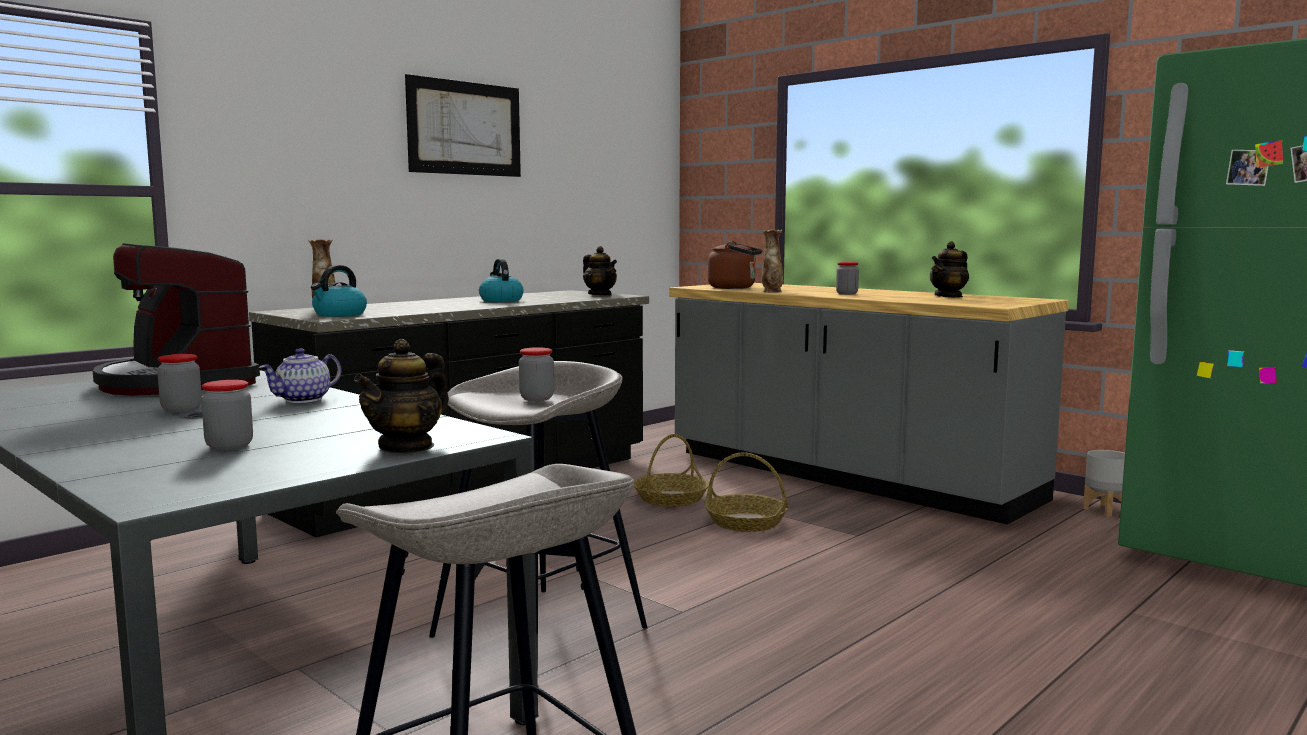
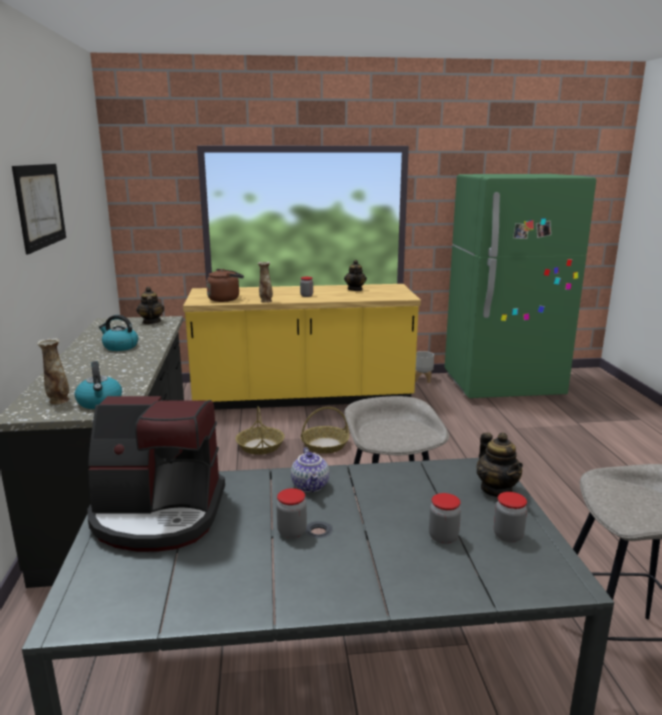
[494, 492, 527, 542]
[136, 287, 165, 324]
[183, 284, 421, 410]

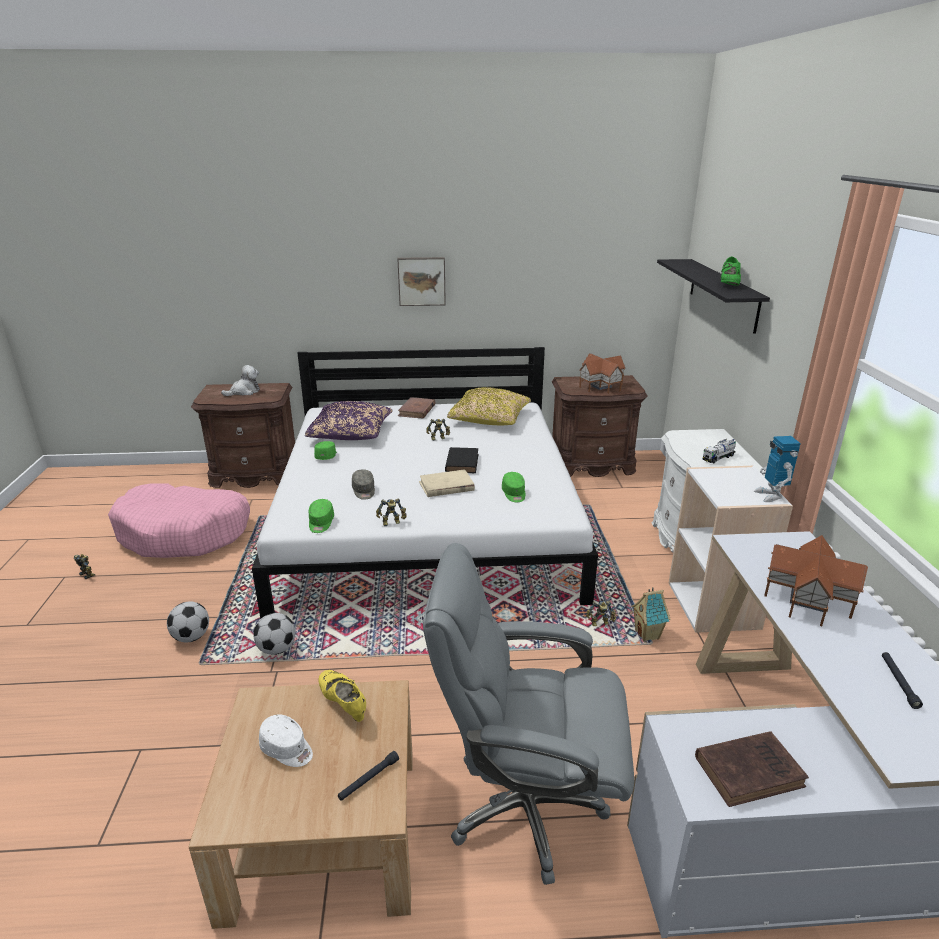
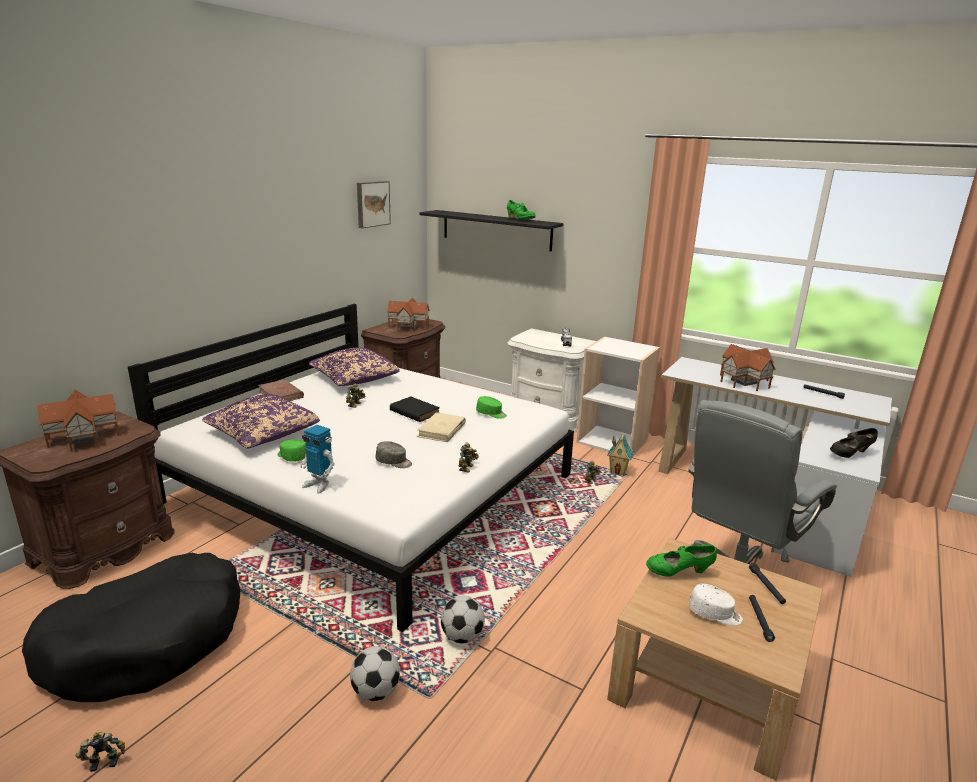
[22, 553, 240, 702]
[37, 389, 119, 452]
[689, 584, 743, 626]
[309, 499, 334, 533] (first image)
[646, 545, 717, 577]
[357, 181, 391, 228]
[309, 347, 400, 386]
[830, 428, 878, 458]
[300, 425, 335, 494]
[749, 595, 775, 642]

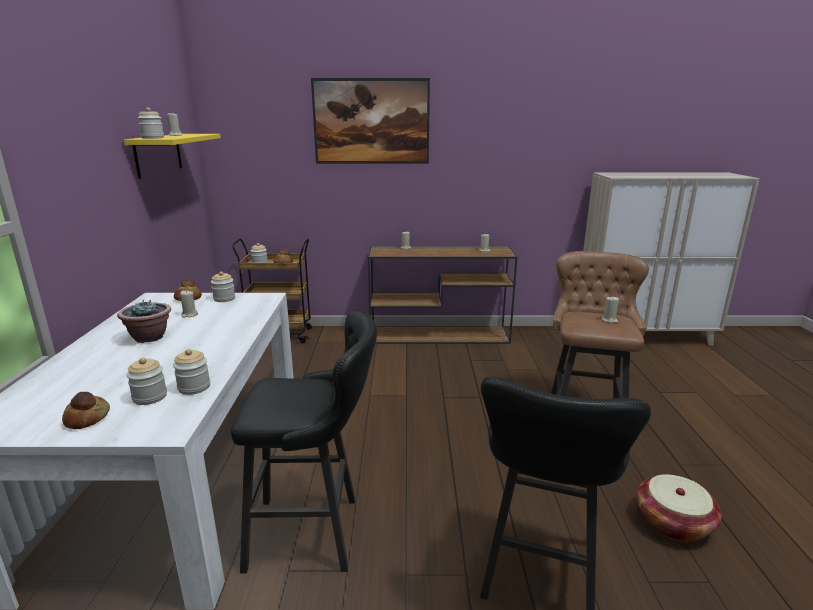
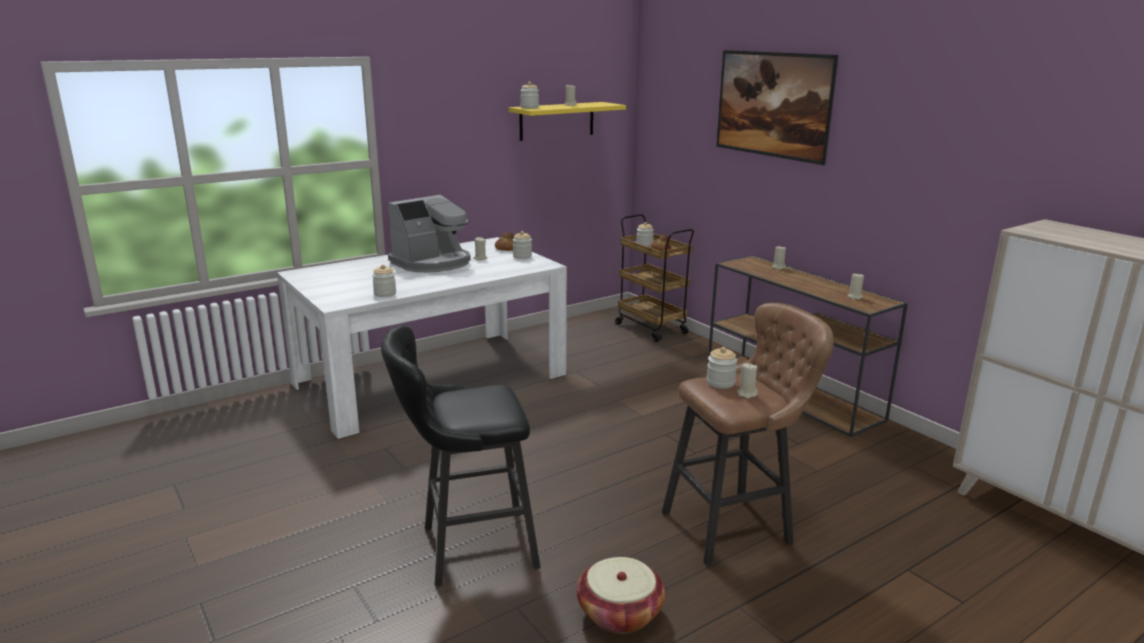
[62, 392, 110, 429] (first image)
[388, 195, 471, 273]
[707, 347, 737, 388]
[231, 310, 377, 574] (first image)

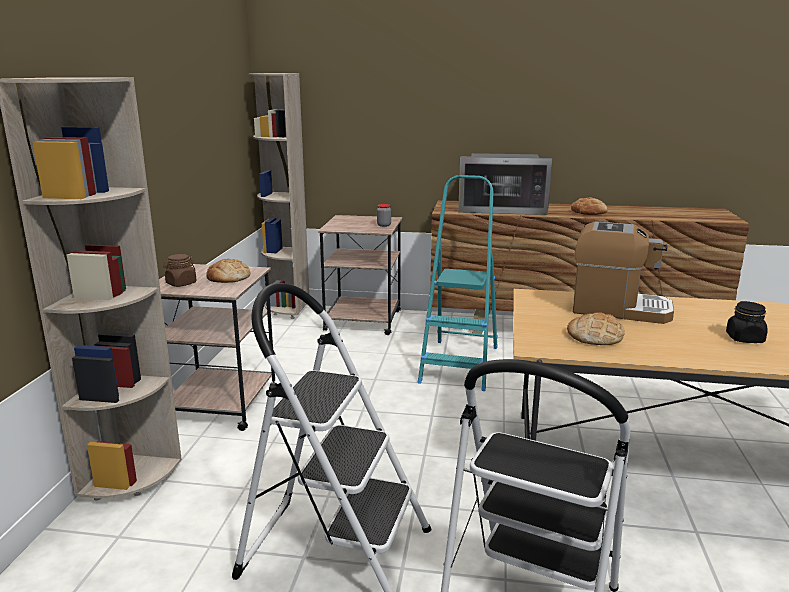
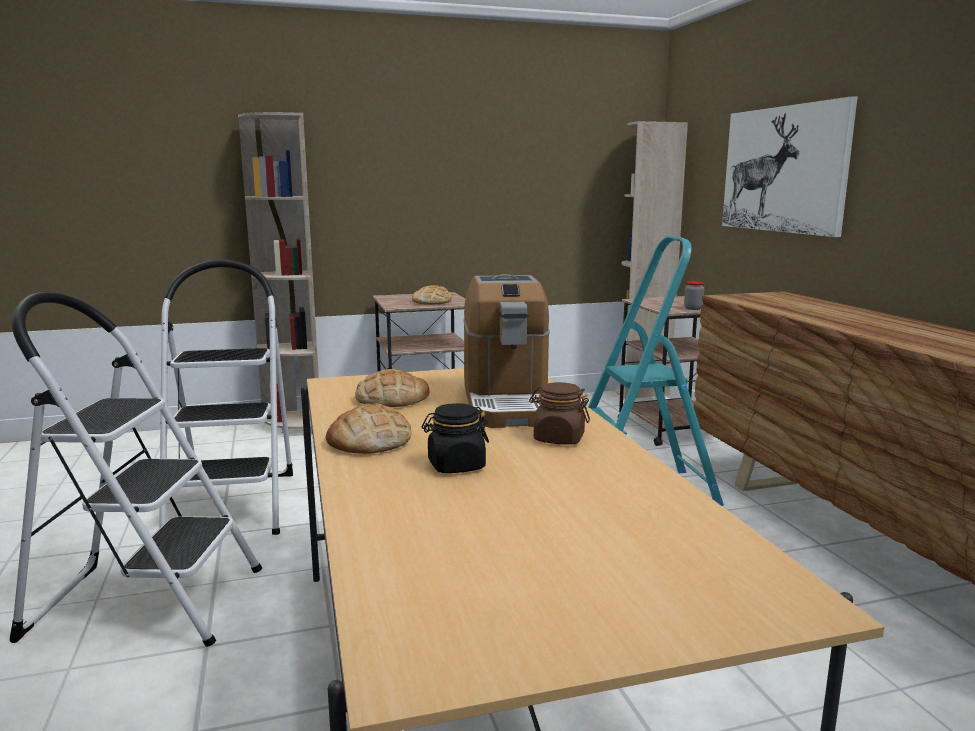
[529, 382, 590, 444]
[458, 153, 552, 215] (first image)
[325, 403, 412, 454]
[722, 96, 858, 237]

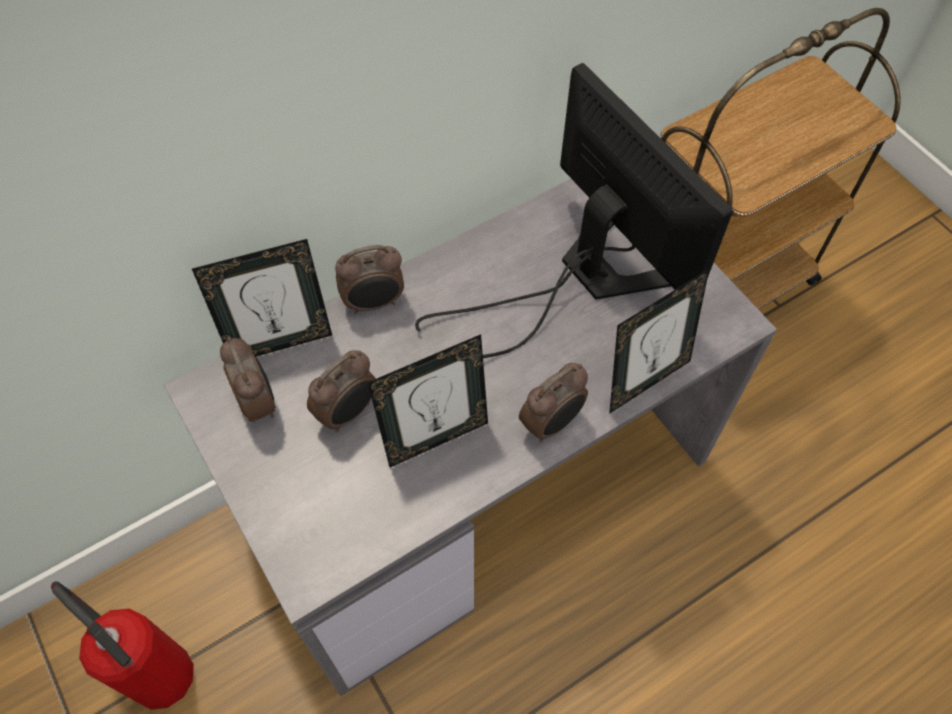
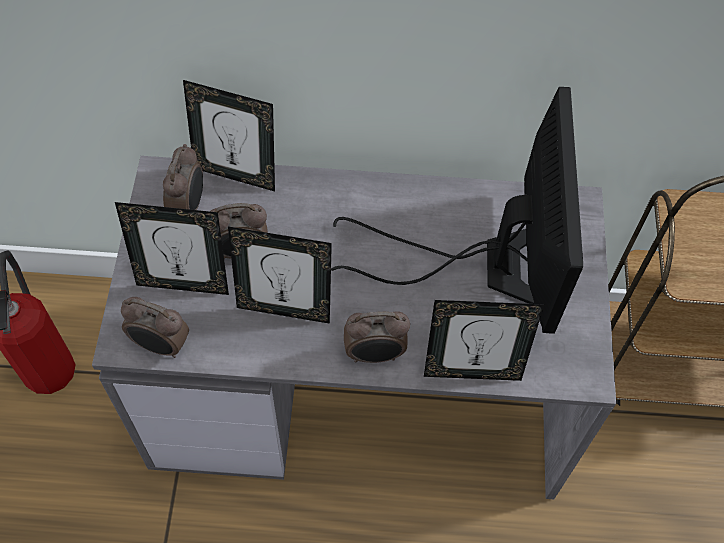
[121, 297, 189, 358]
[115, 202, 229, 295]

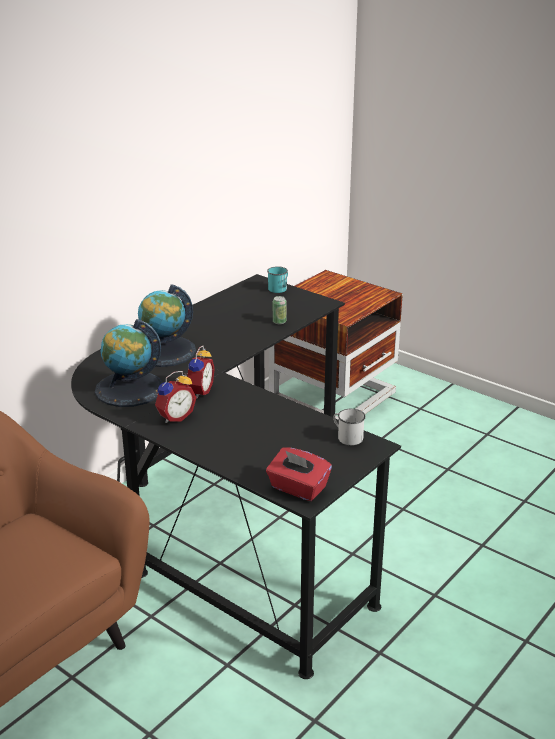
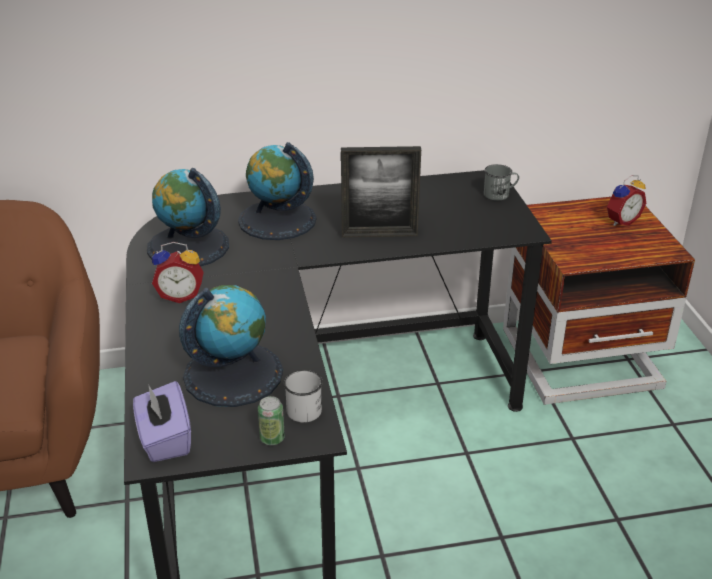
[607, 175, 646, 226]
[133, 381, 191, 462]
[484, 164, 519, 201]
[258, 396, 285, 445]
[179, 285, 283, 407]
[341, 146, 421, 238]

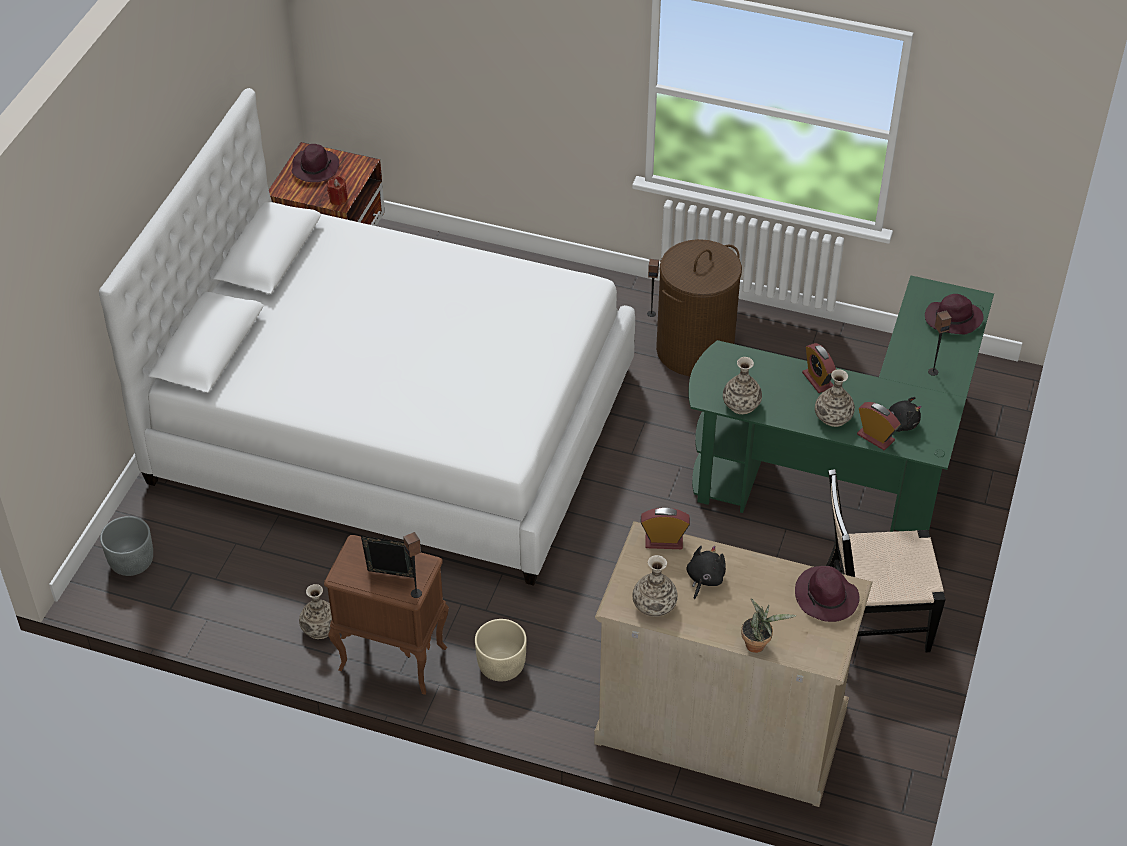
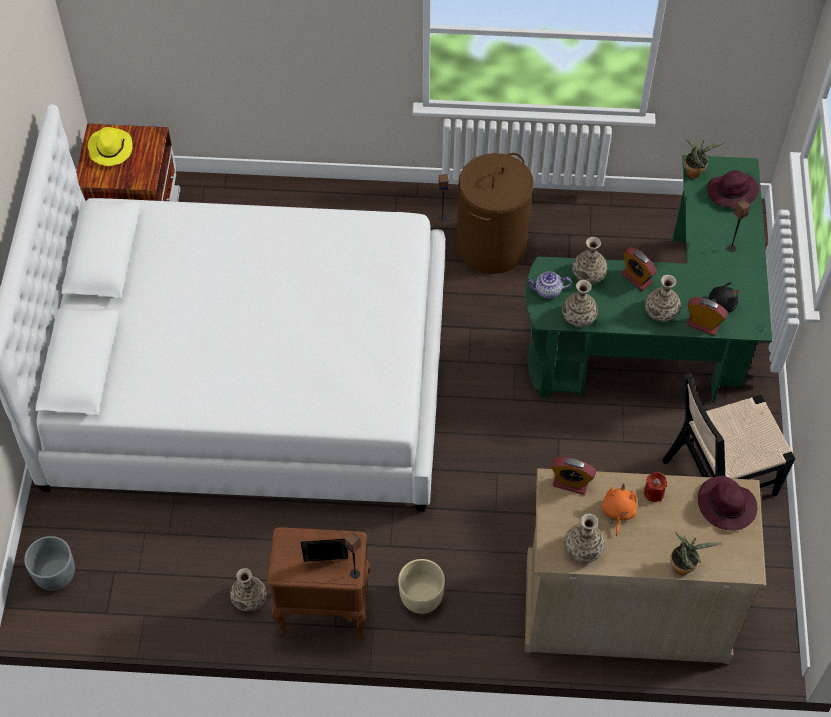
[88, 127, 132, 166]
[644, 472, 667, 502]
[551, 457, 596, 495]
[602, 484, 637, 536]
[527, 271, 572, 299]
[572, 237, 607, 285]
[684, 140, 726, 178]

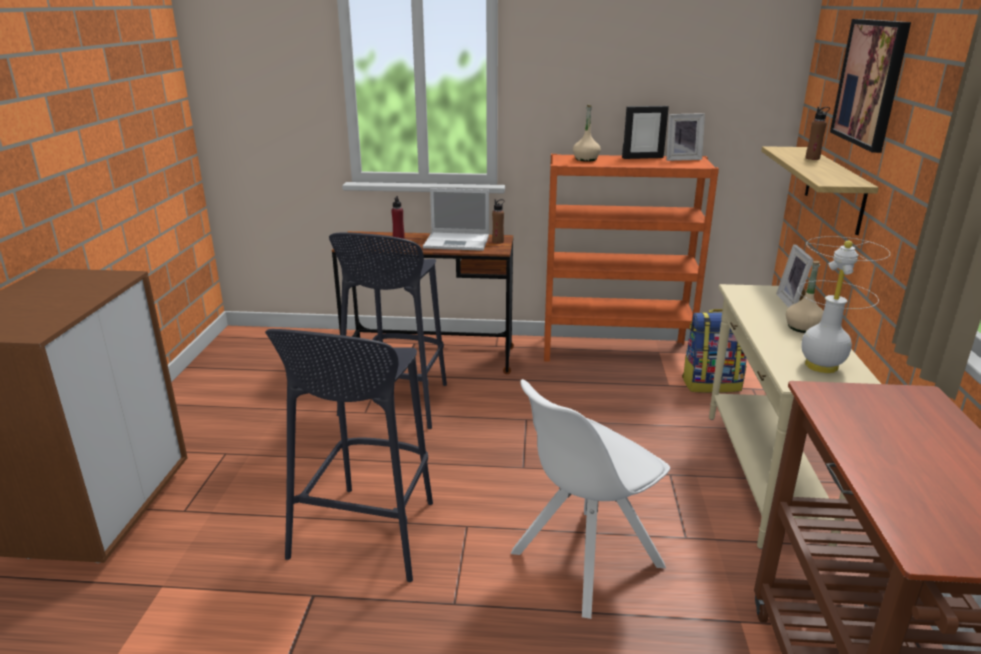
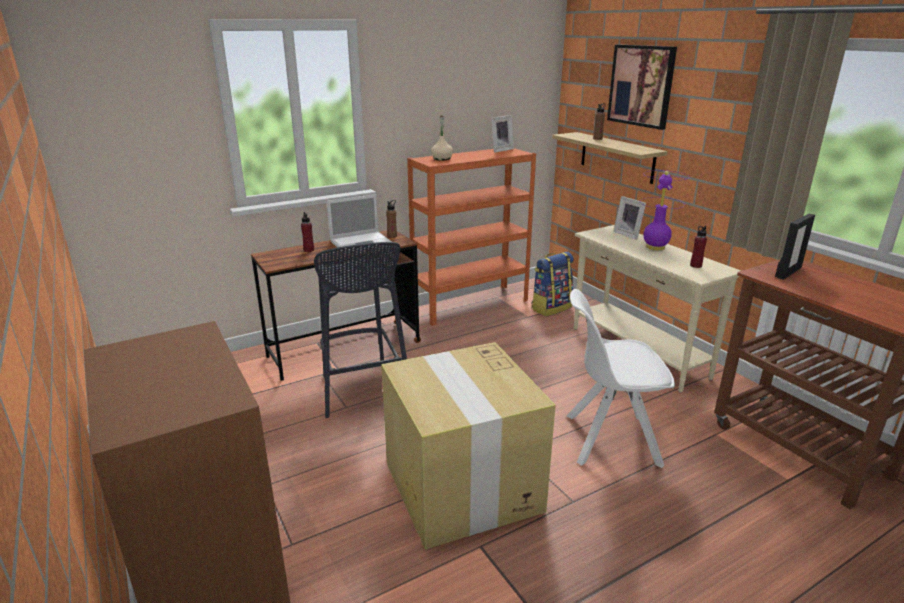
[381, 342, 556, 549]
[567, 289, 675, 468]
[775, 214, 815, 280]
[640, 170, 689, 251]
[690, 226, 707, 268]

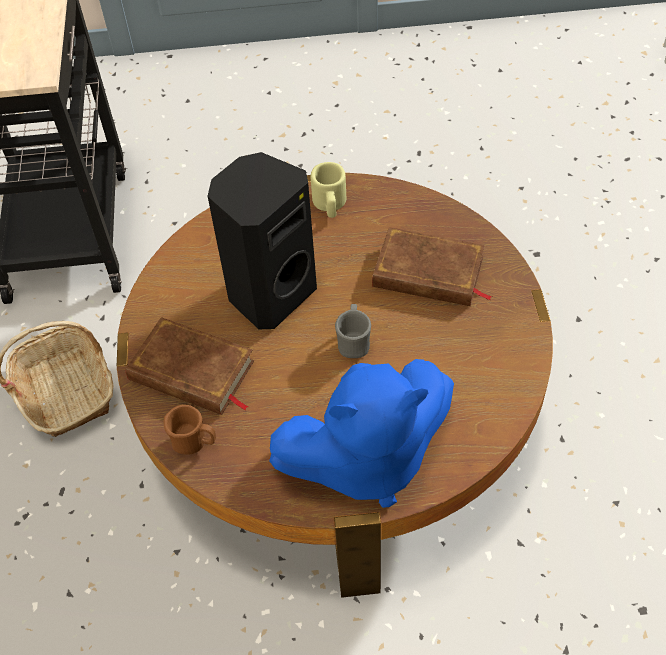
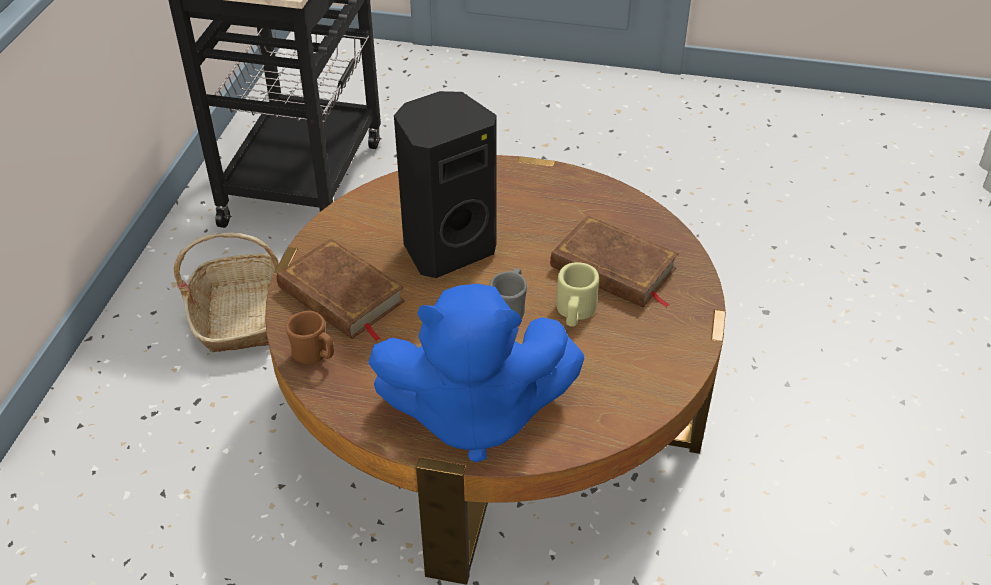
[556, 262, 599, 327]

